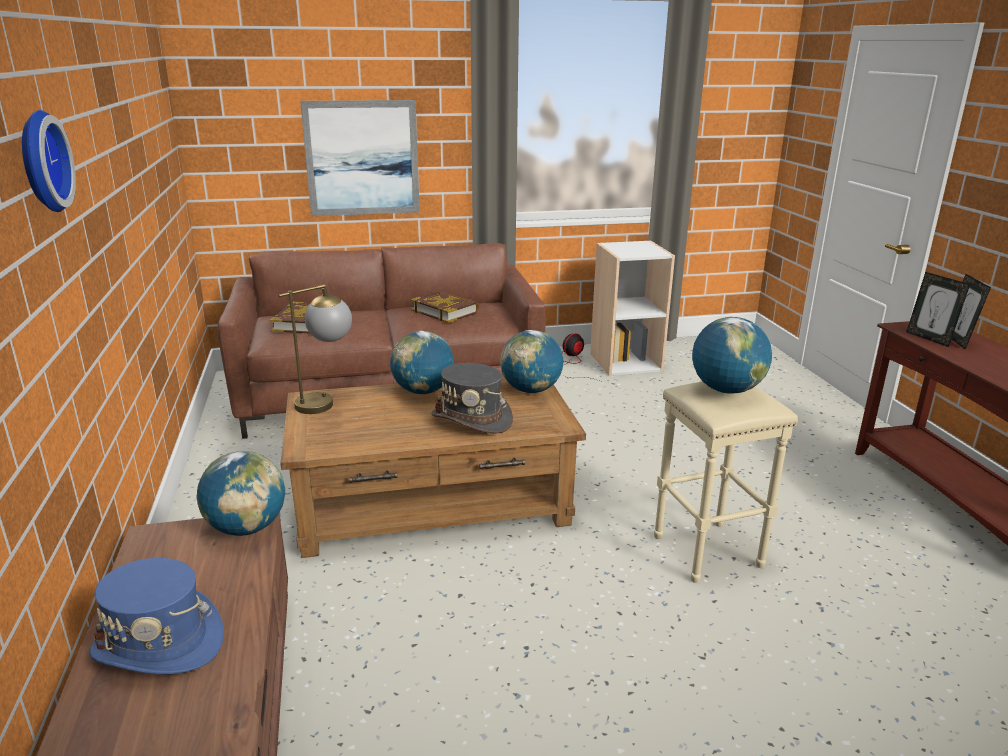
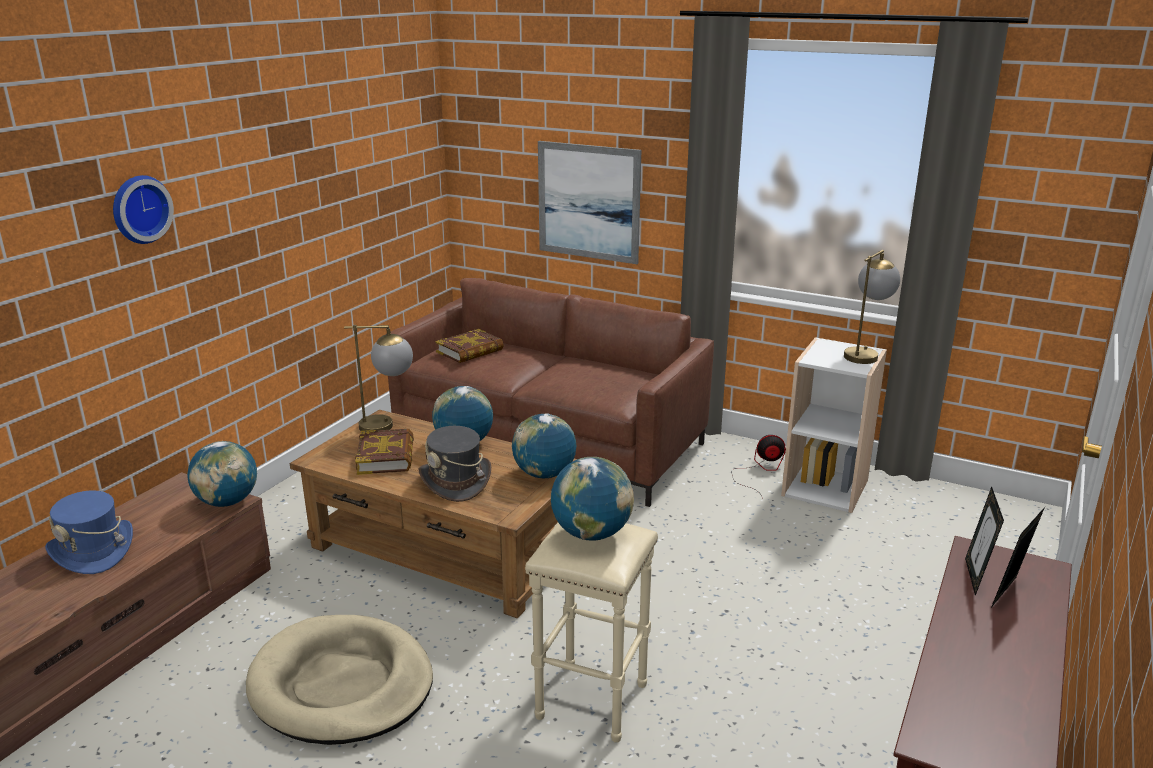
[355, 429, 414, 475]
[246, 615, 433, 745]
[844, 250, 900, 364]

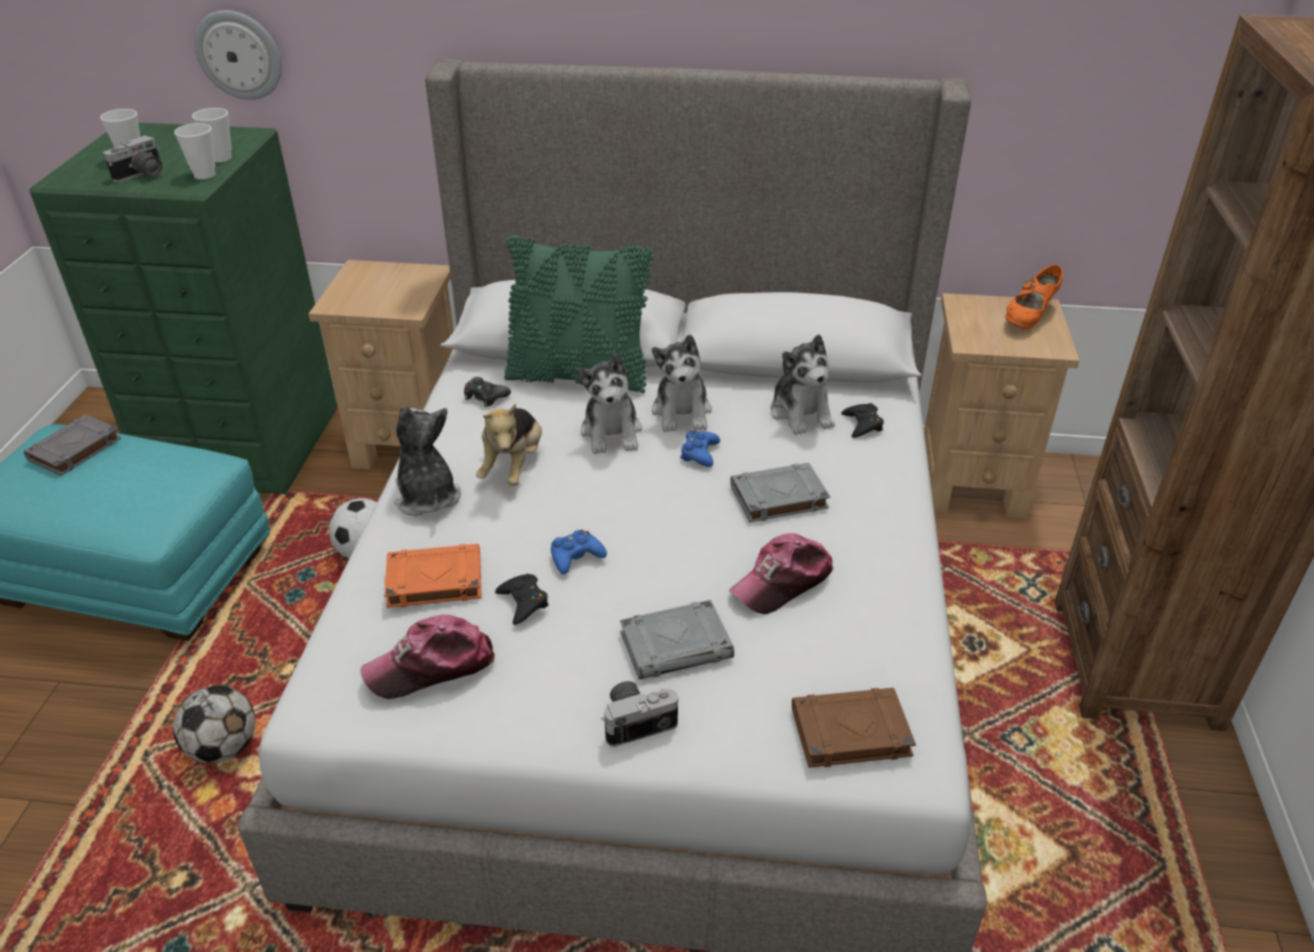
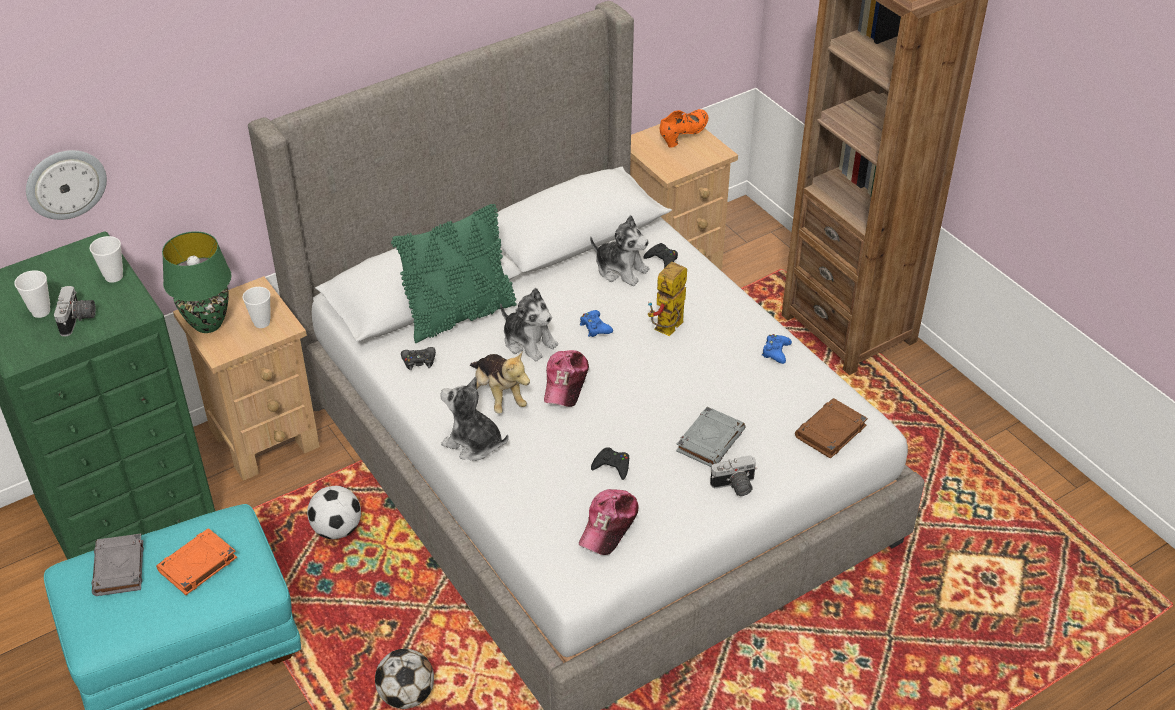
[242, 287, 270, 328]
[156, 528, 237, 595]
[762, 334, 792, 364]
[710, 455, 757, 496]
[652, 334, 712, 432] (first image)
[544, 350, 589, 407]
[648, 261, 687, 336]
[660, 109, 709, 148]
[162, 231, 232, 333]

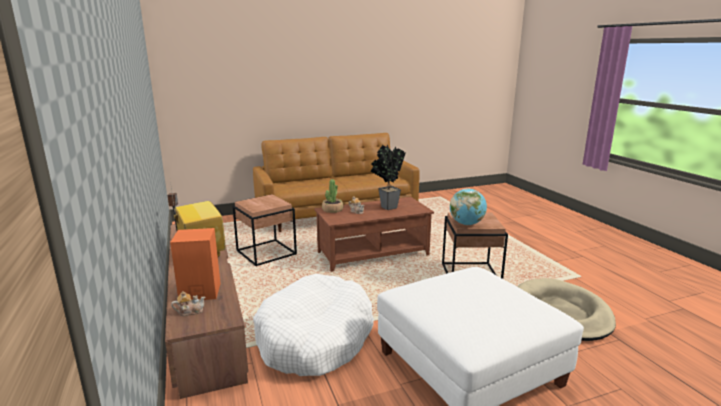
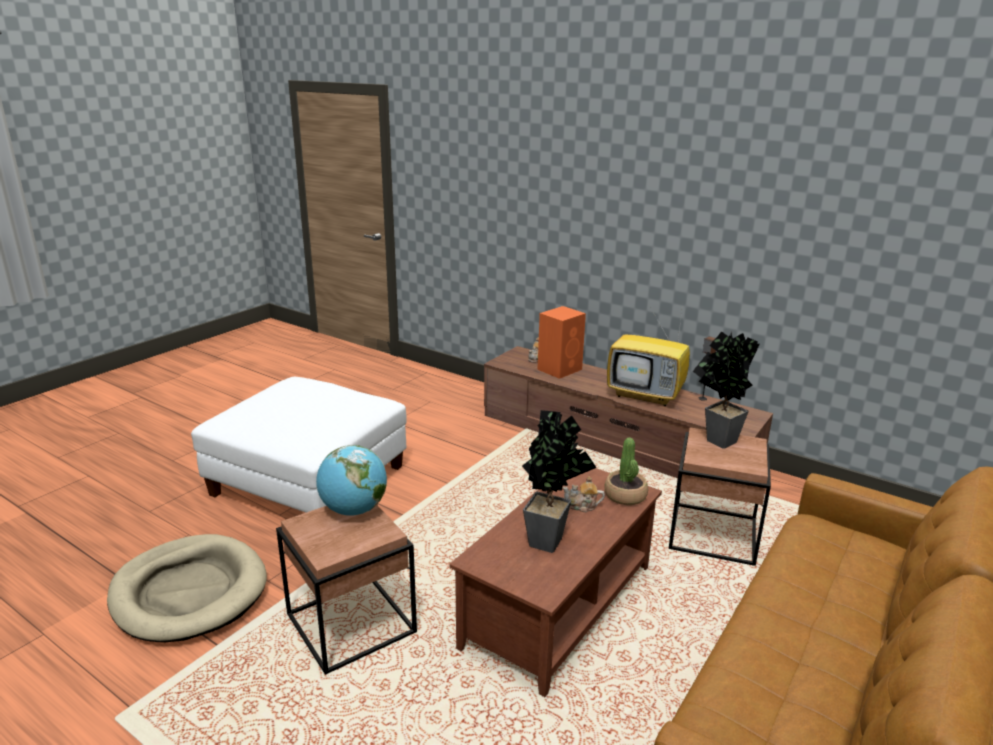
[253, 274, 374, 376] (first image)
[692, 332, 760, 449]

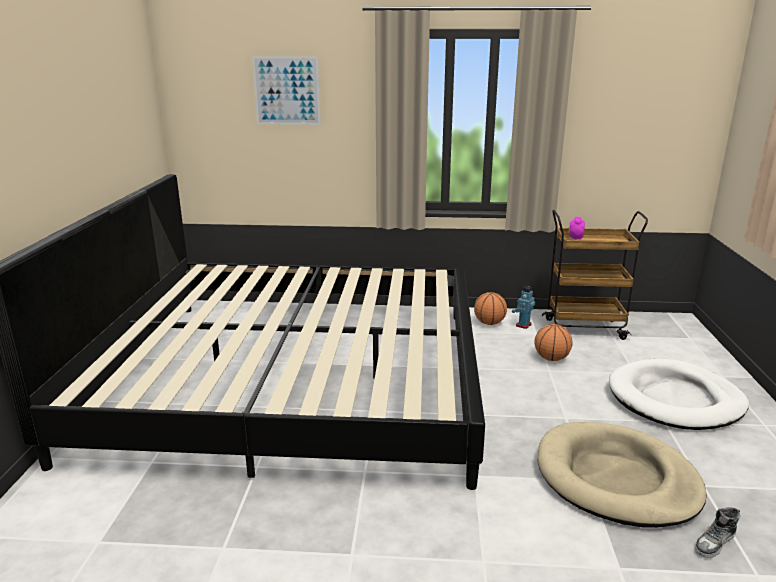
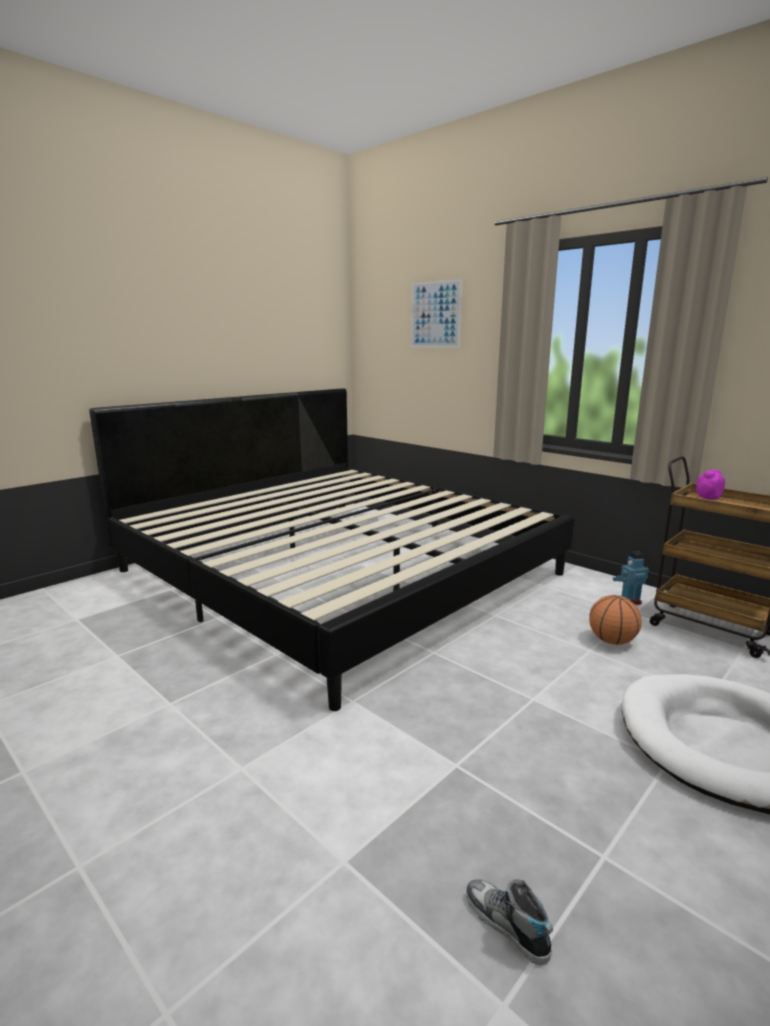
[474, 292, 507, 325] (first image)
[537, 422, 707, 528] (first image)
[466, 879, 553, 966]

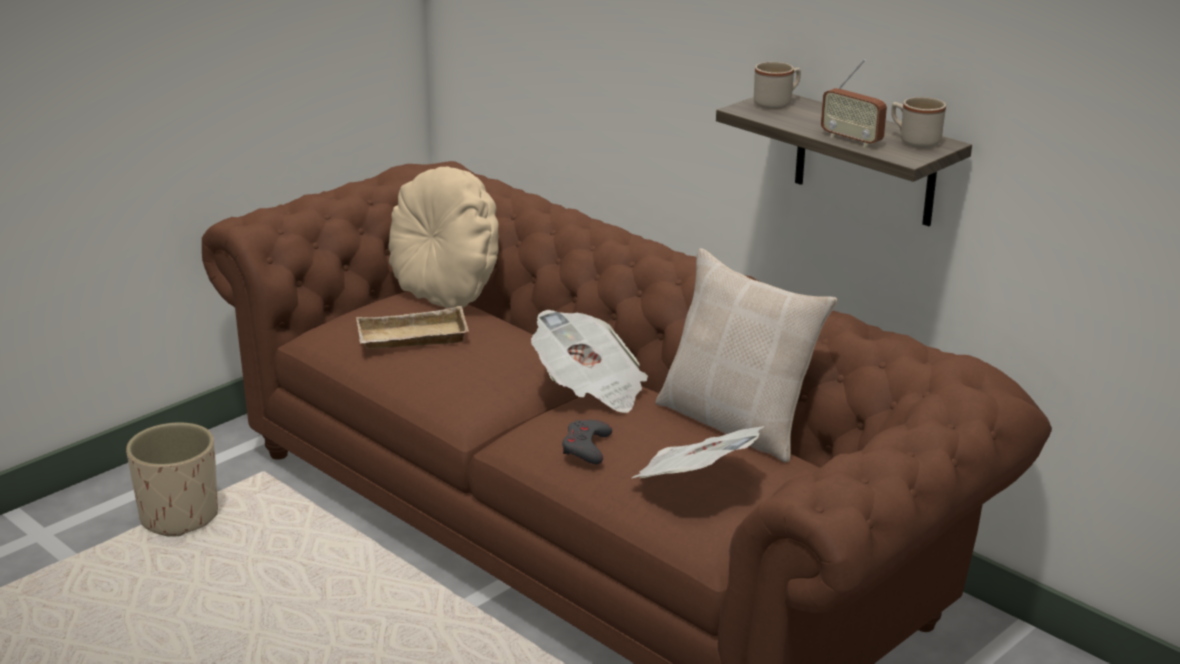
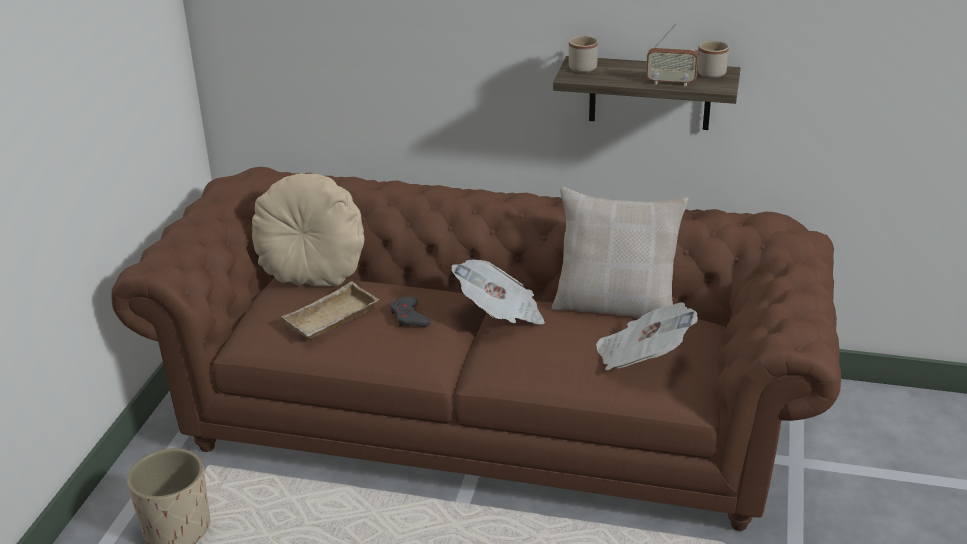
[390, 296, 431, 327]

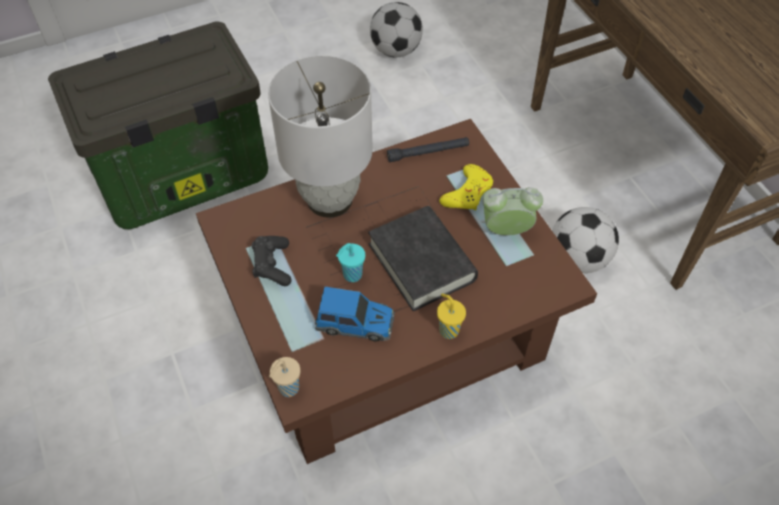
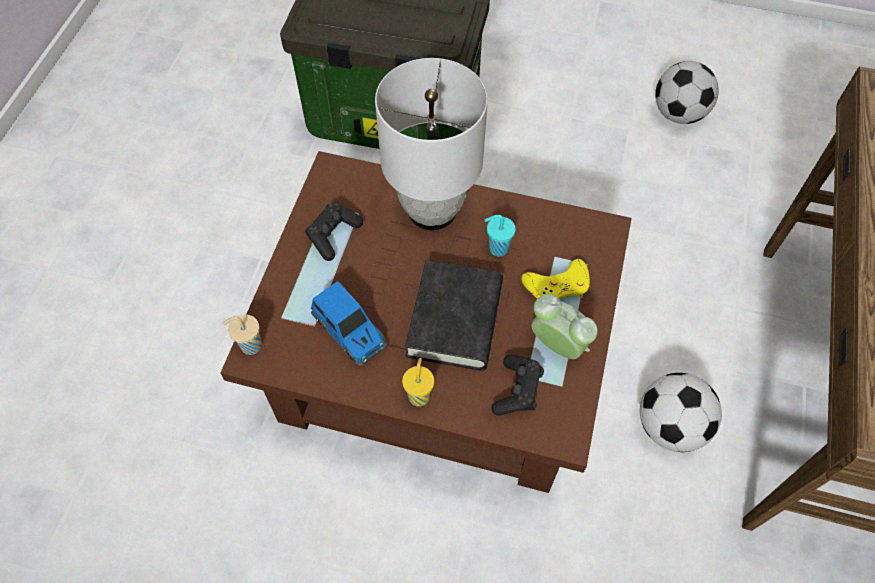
[485, 215, 516, 257]
[387, 137, 469, 162] (first image)
[491, 355, 544, 416]

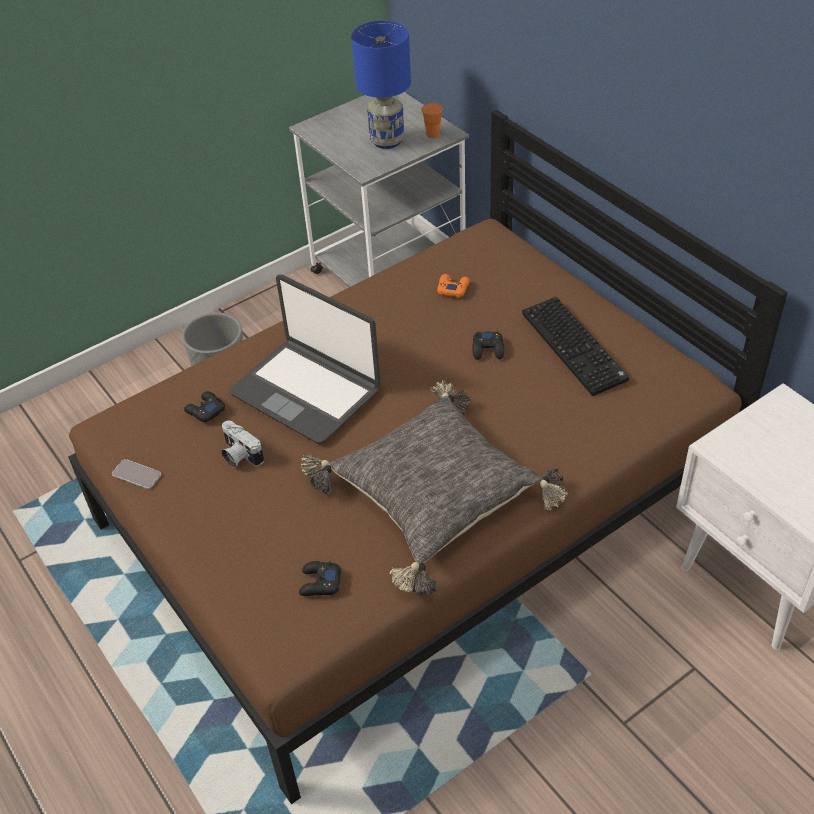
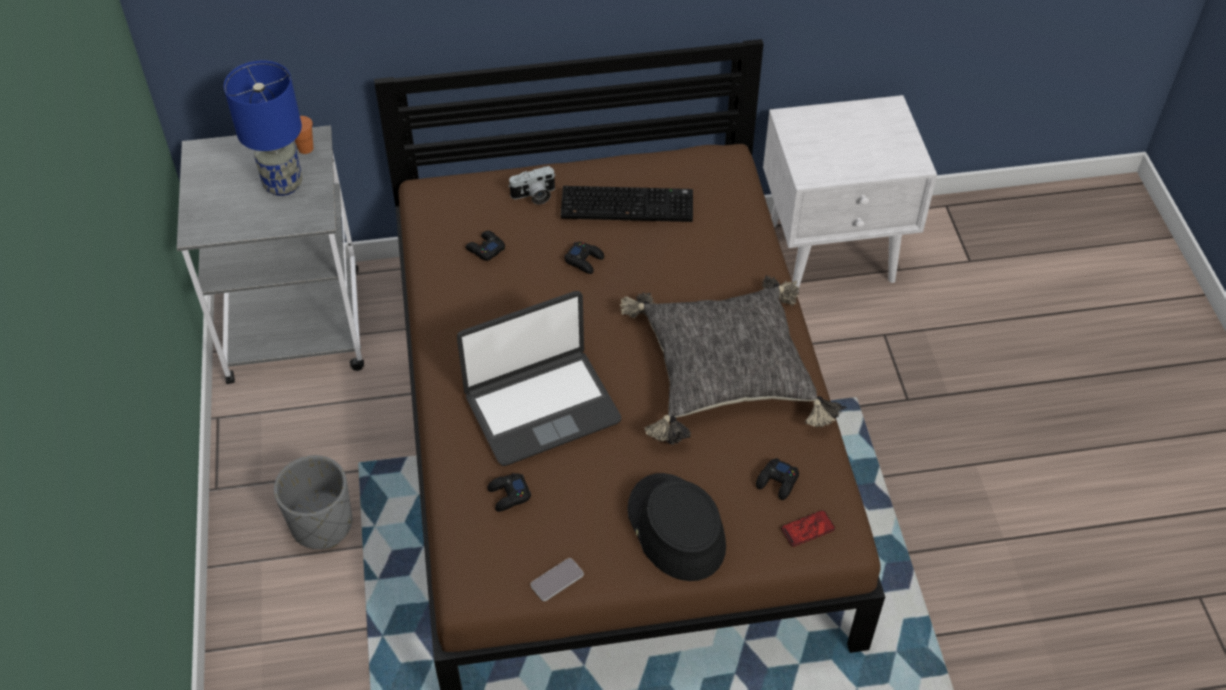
[508, 166, 556, 205]
[466, 231, 505, 261]
[627, 473, 726, 581]
[781, 510, 835, 547]

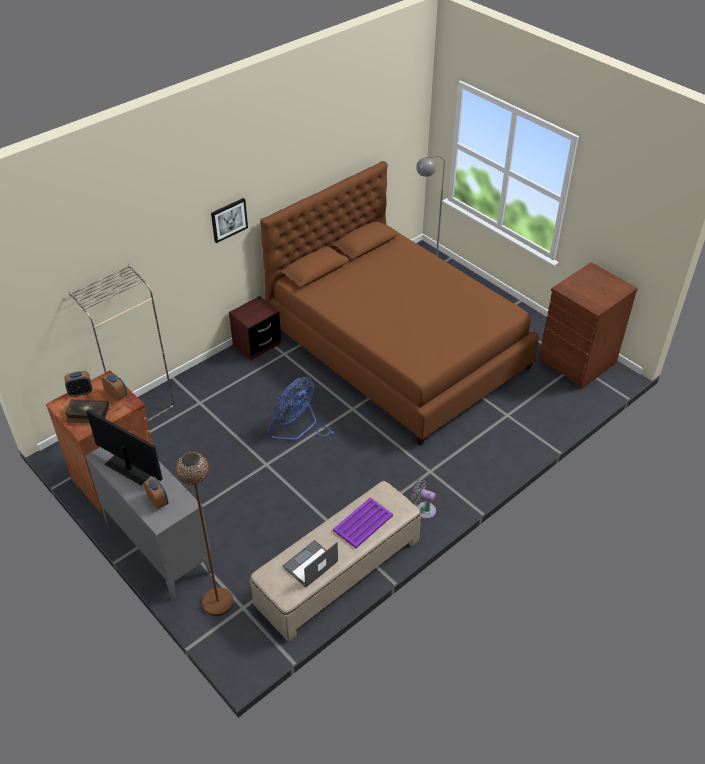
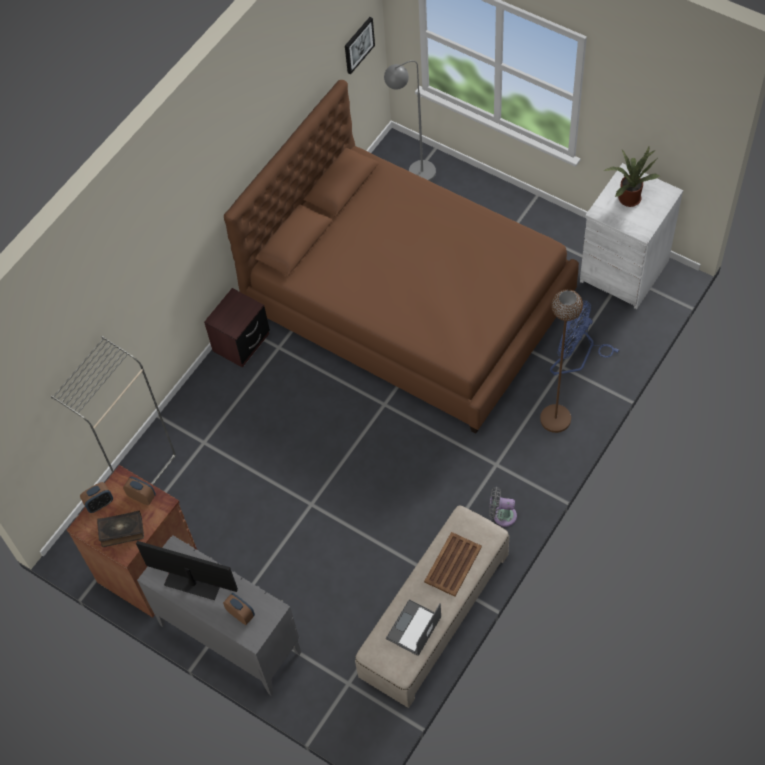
[540, 289, 583, 433]
[345, 17, 375, 74]
[550, 301, 619, 375]
[424, 532, 482, 597]
[580, 163, 683, 309]
[604, 145, 660, 207]

